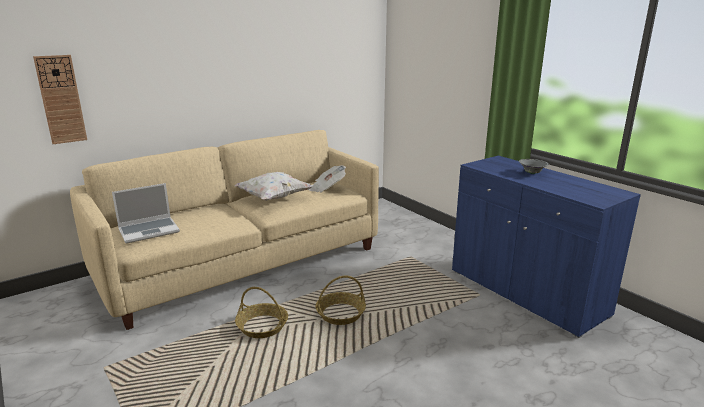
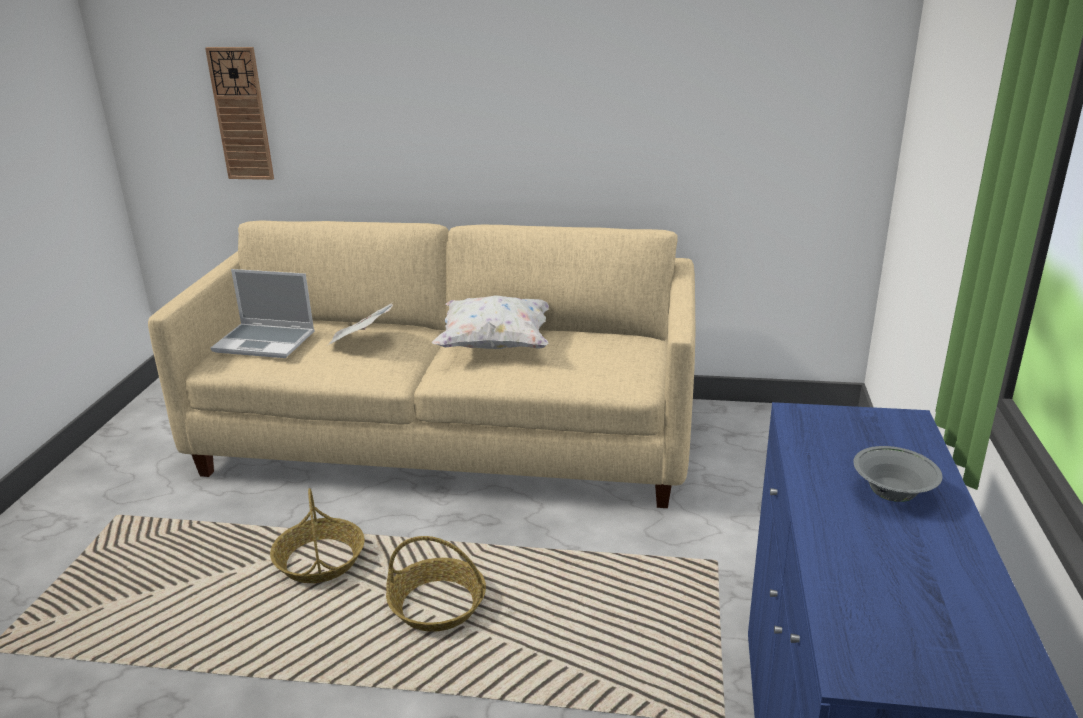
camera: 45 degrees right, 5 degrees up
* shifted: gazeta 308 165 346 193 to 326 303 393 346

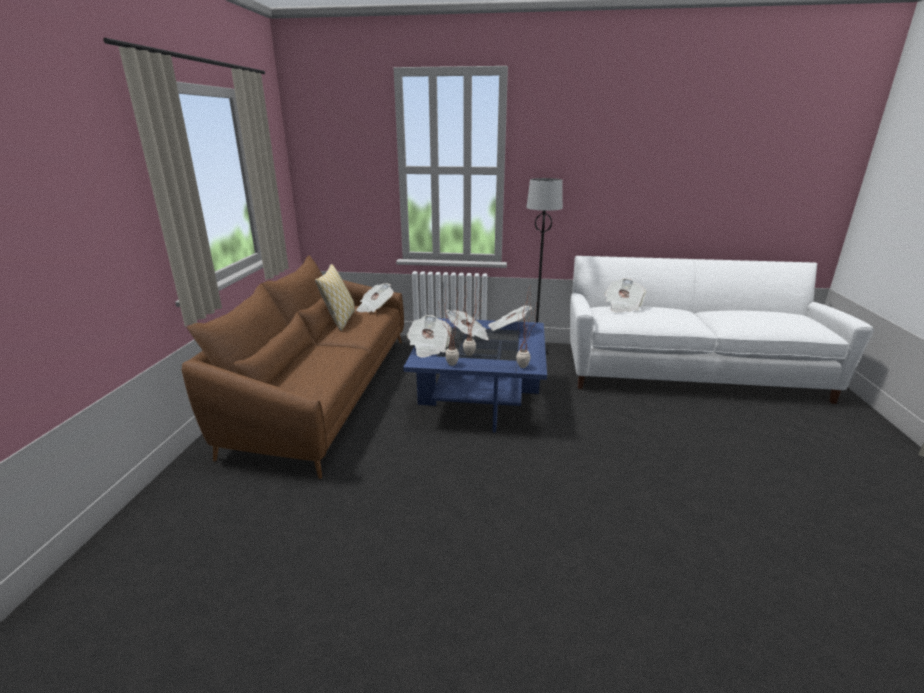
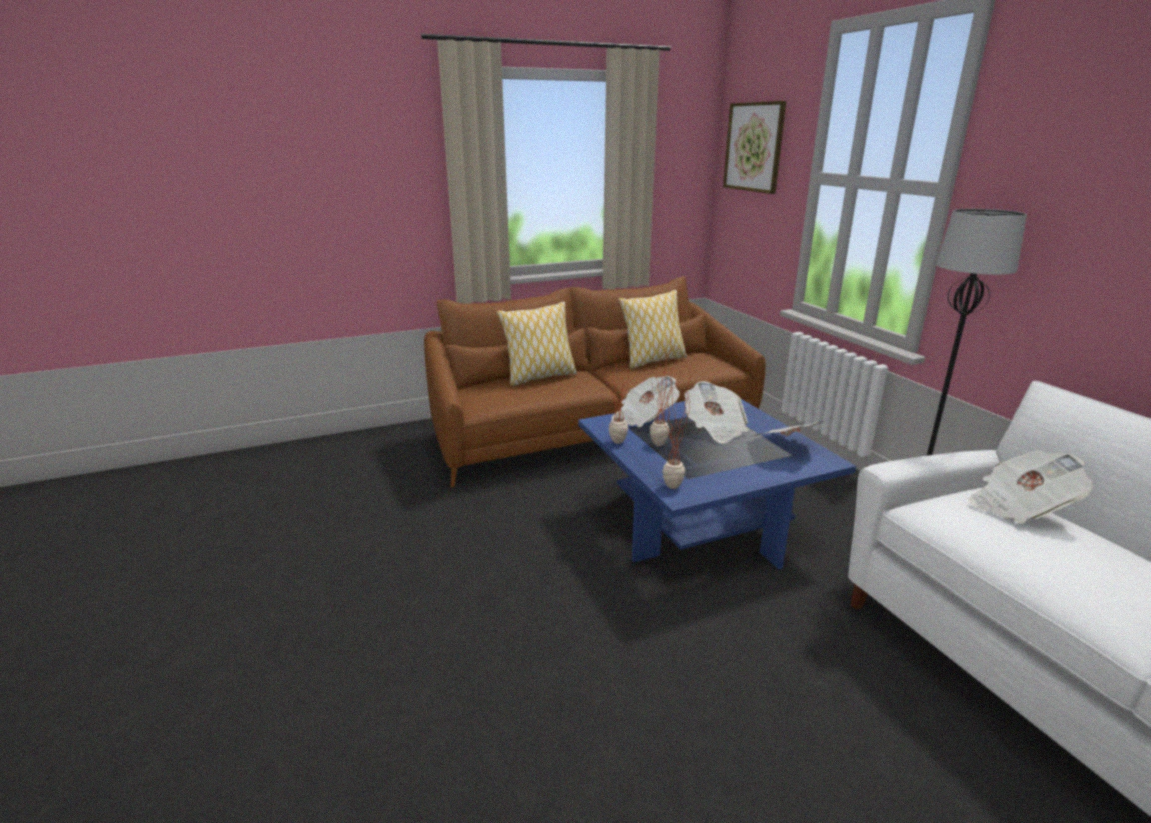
camera: 60 degrees right, 0 degrees up
* gone: gazeta 356 283 394 312
* new: poduszka 497 301 577 386
* new: obraz 723 101 786 194

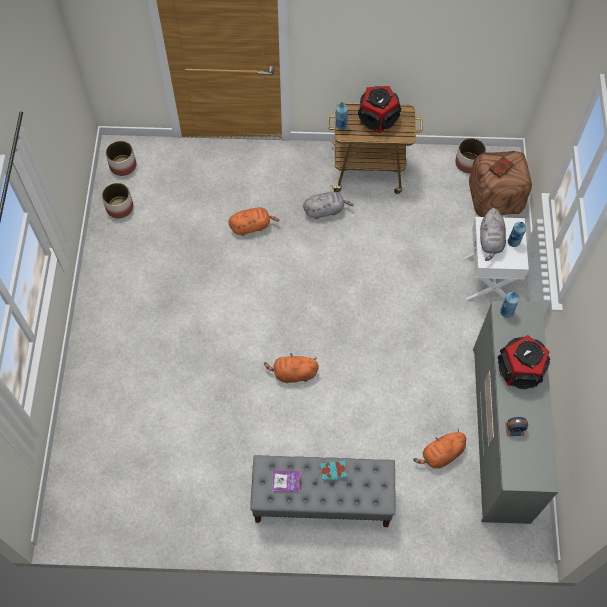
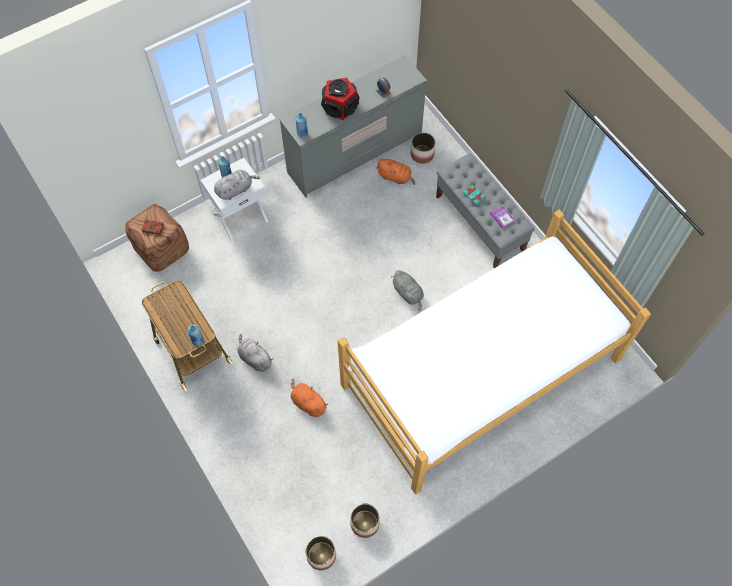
camera: 125 degrees left, 0 degrees up
* gone: głośnik 358 86 401 133
* new: łóżko 338 210 651 495
* shifted: donica 455 138 486 173 to 411 133 435 164
* repainted: pluszak/pomarańczowy 264 353 319 383 to pluszak/szary 391 270 424 311

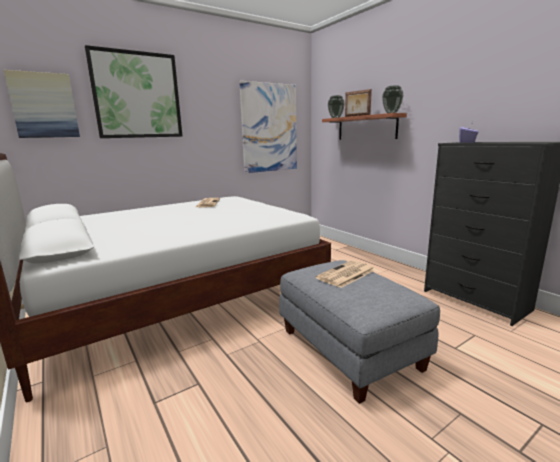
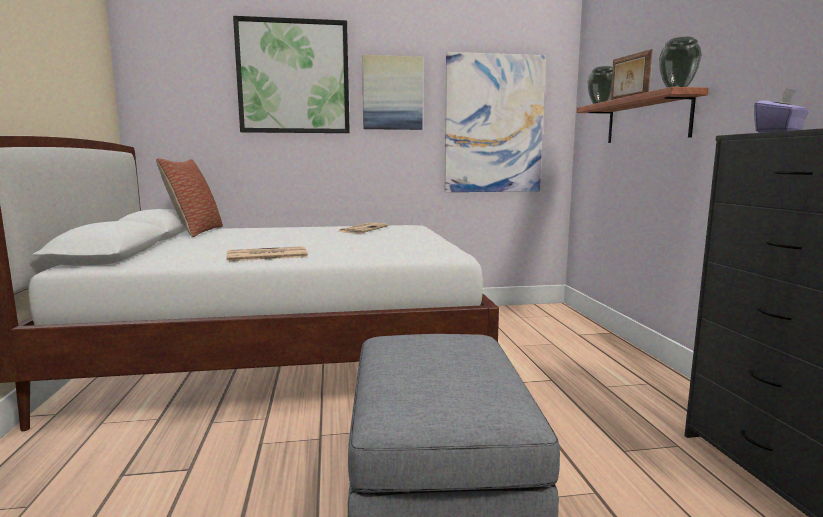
camera: 25 degrees right, 5 degrees down
* new: poduszka 156 158 223 237
* shifted: obraz 4 70 80 138 to 362 55 423 130
* shifted: gazeta 316 260 375 288 to 226 246 308 262

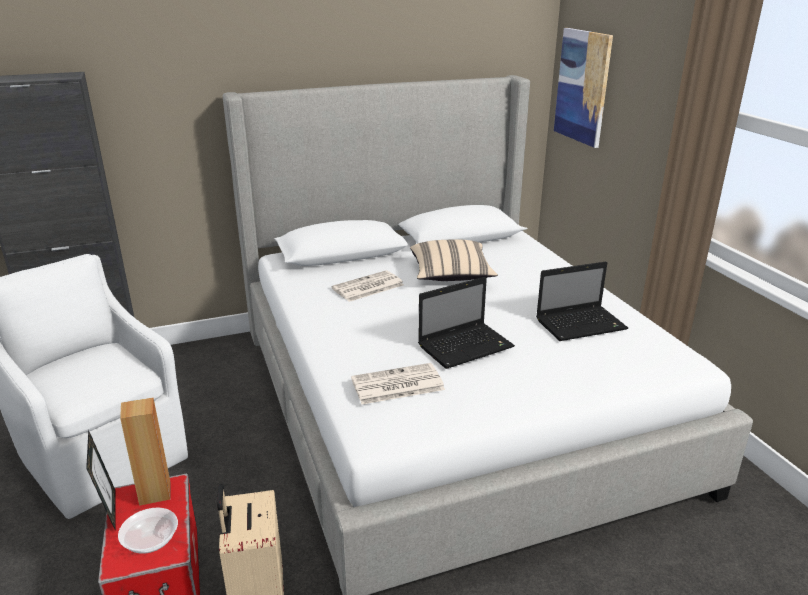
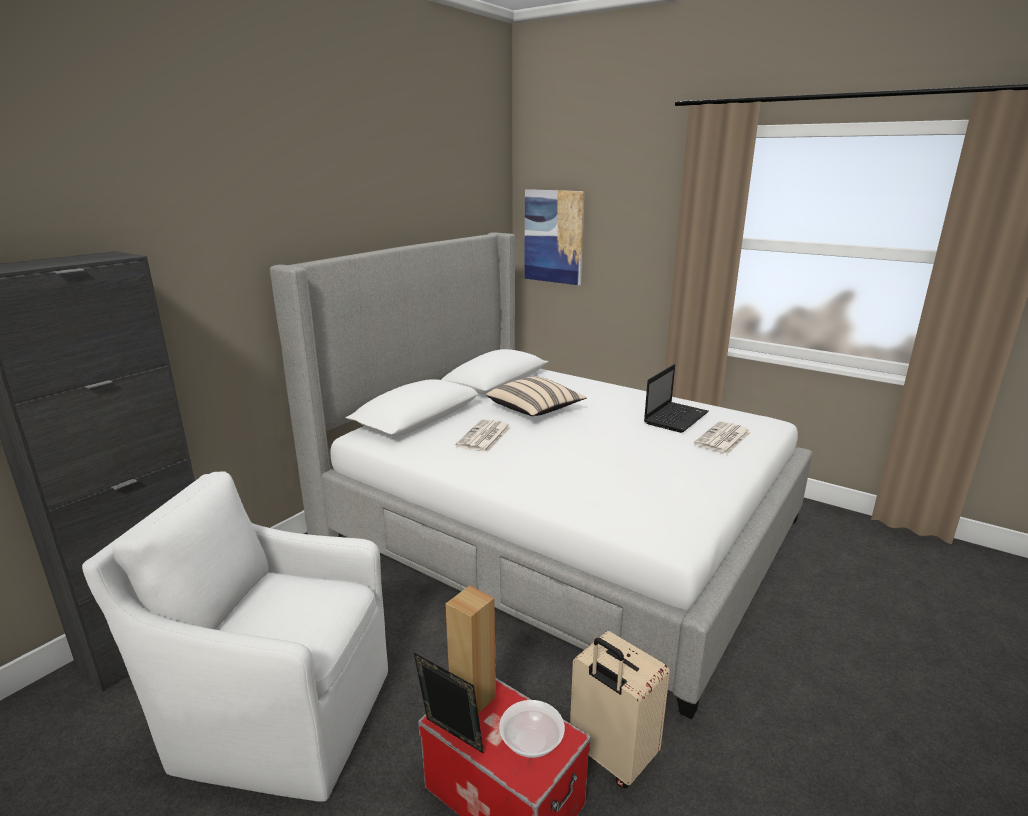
camera: 35 degrees left, 5 degrees down
* gone: laptop 418 277 515 369
* shifted: gazeta 351 363 445 404 to 694 421 751 454

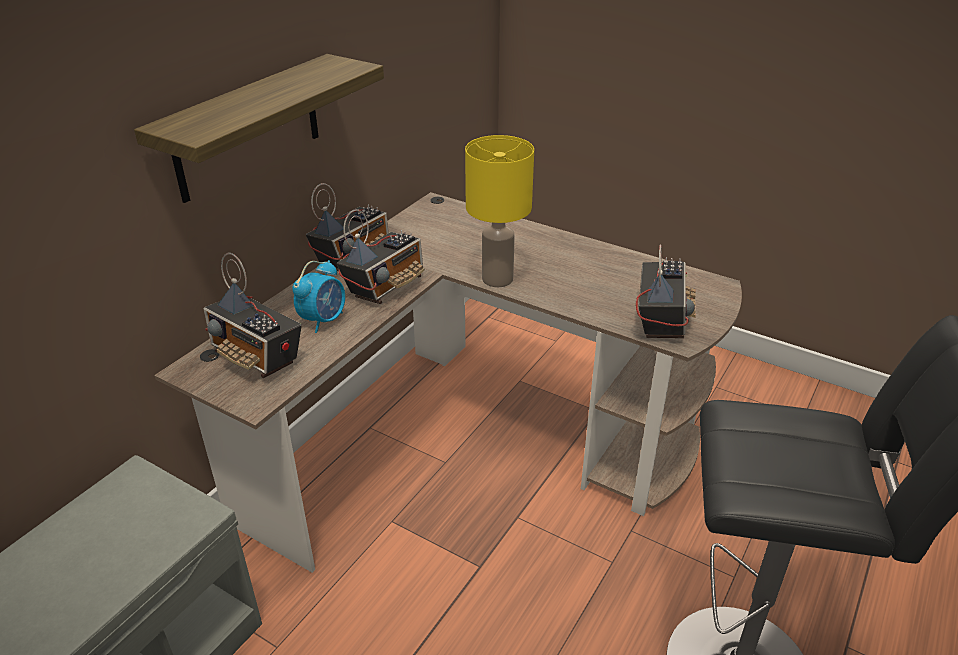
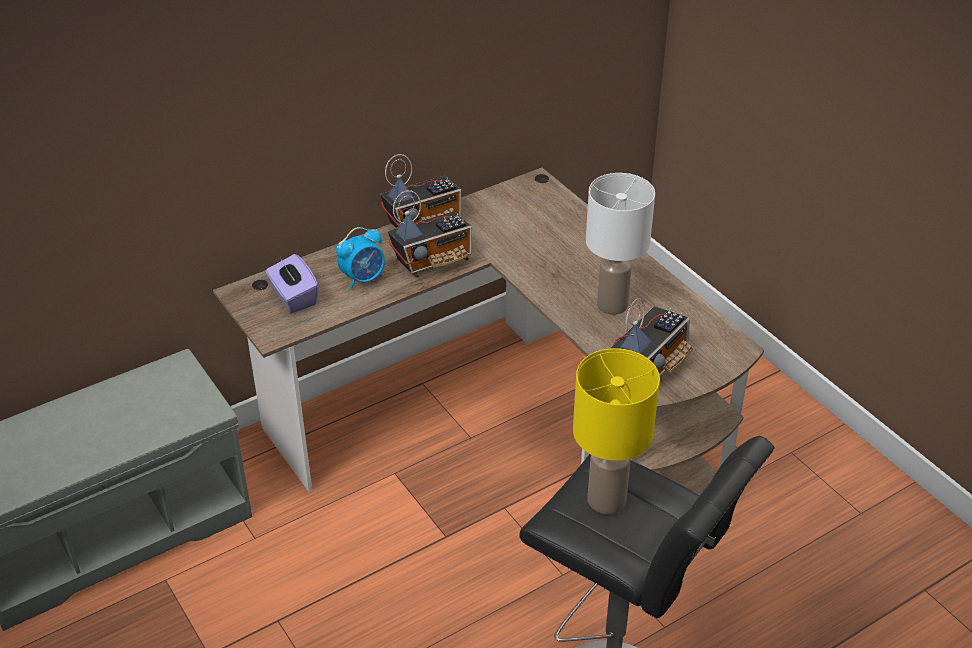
camera: 25 degrees right, 5 degrees up
* gone: półka 134 54 384 203
* new: lampa stołowa/biały 586 173 655 315
* shifted: lampa stołowa/żółty 465 135 534 287 to 573 348 660 515
* swapped: radio 204 253 302 378 to pudełko chusteczek/fioletowy 266 254 319 313

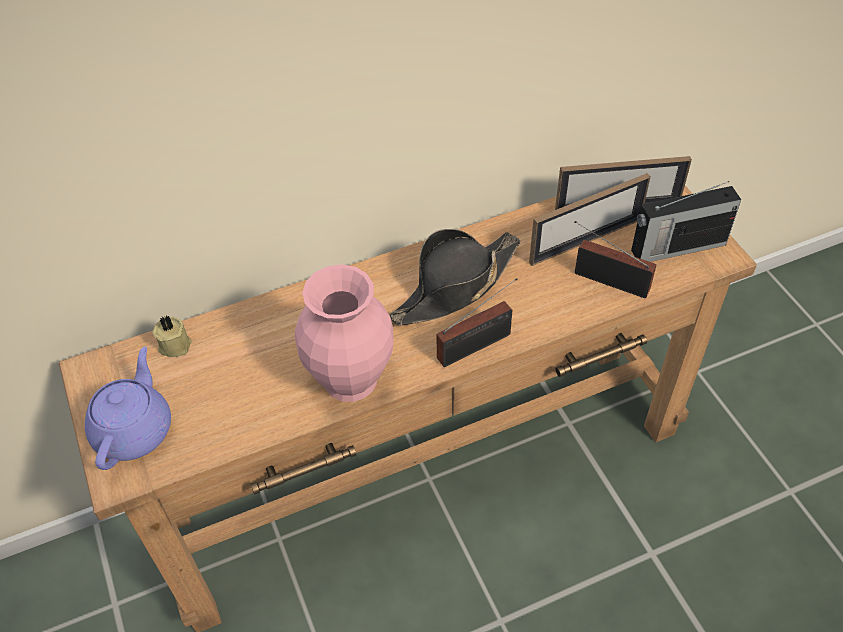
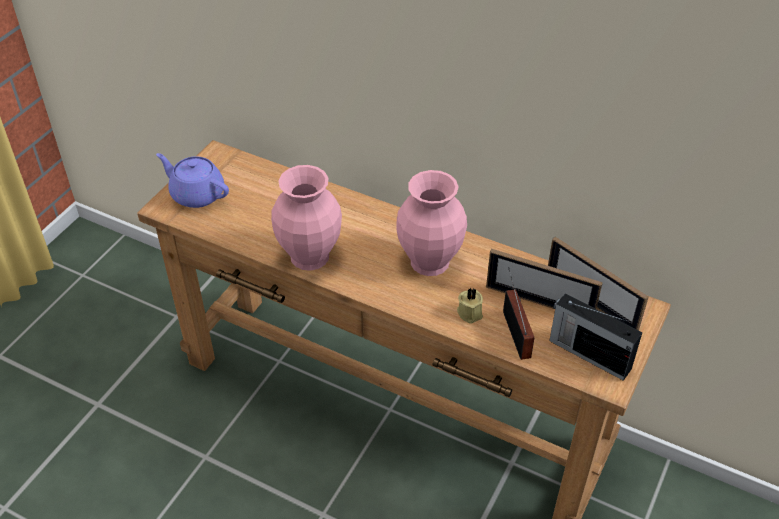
camera: 50 degrees right, 5 degrees down
* gone: radio 436 278 517 367
* shifted: świeca/beżowy 153 315 192 357 to 457 288 483 324
* swapped: kapelusz/czarny 389 229 520 325 to wazon/różowy 397 170 467 276
* rotated: imbryk/fioletowy 85 346 171 470 = 156 153 229 208 120 degrees counterclockwise

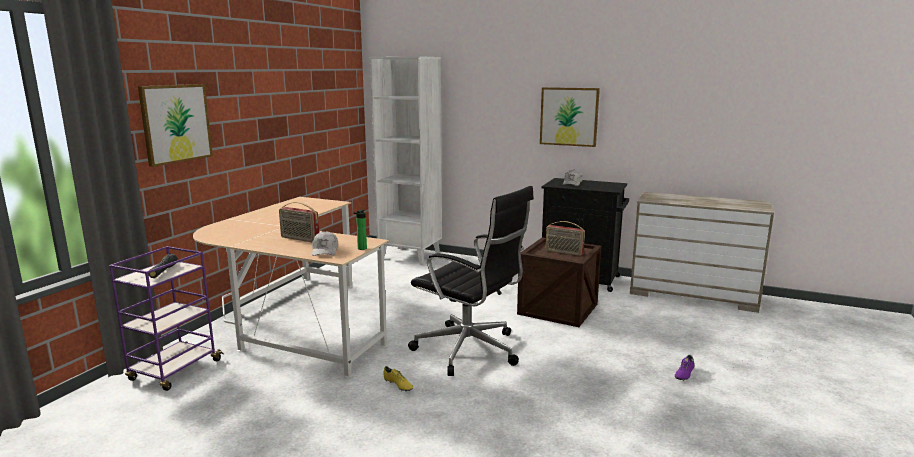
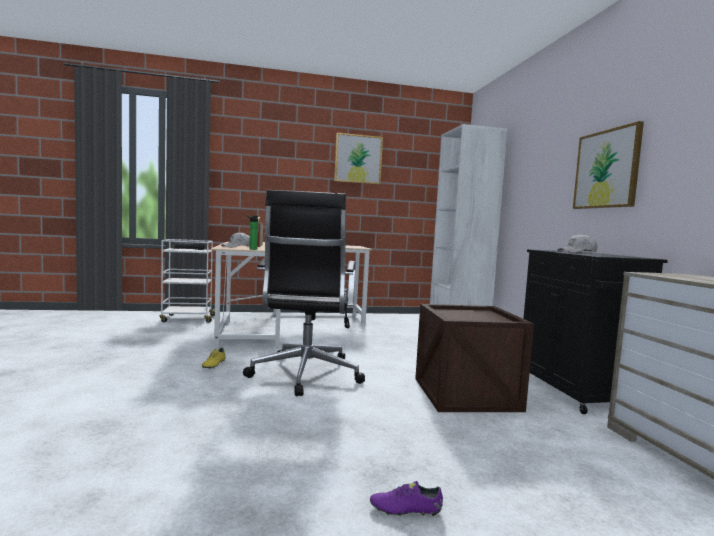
camera: 55 degrees right, 10 degrees down
* gone: radio 545 221 585 256
* shifted: obraz 138 84 213 167 to 334 133 383 184
* repainted: wózek/fioletowy 109 246 224 391 to wózek/biały 159 239 215 323

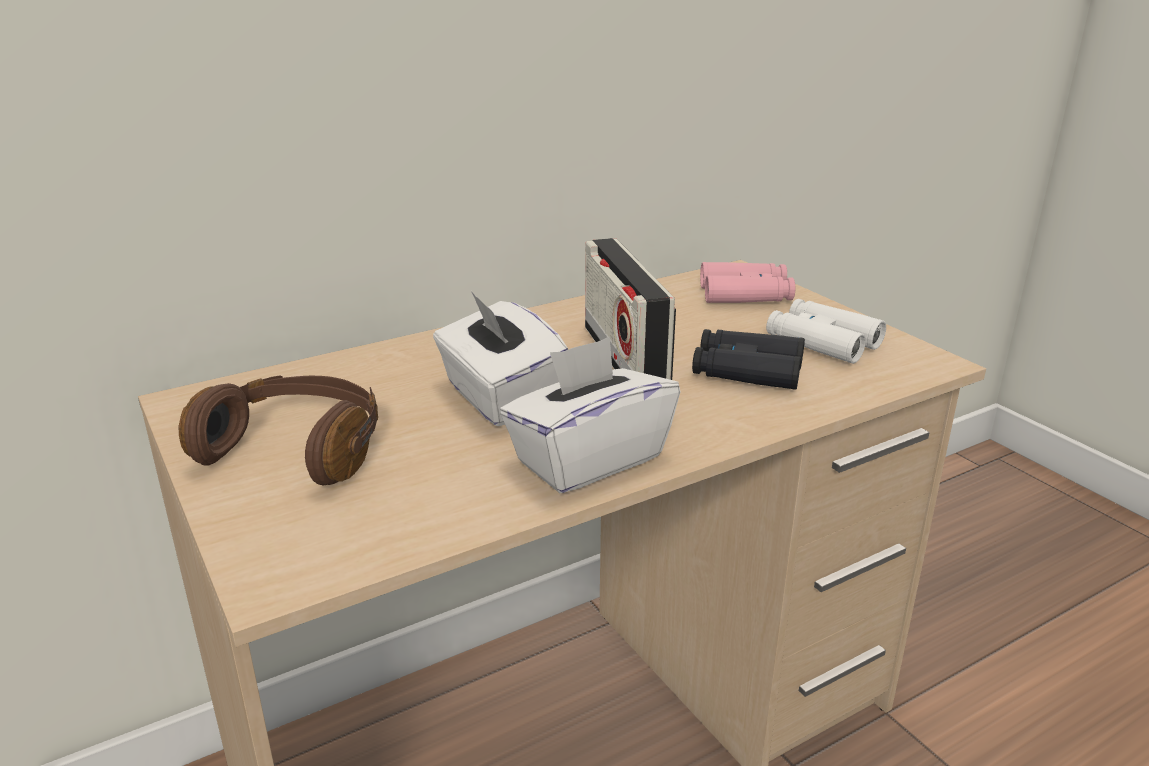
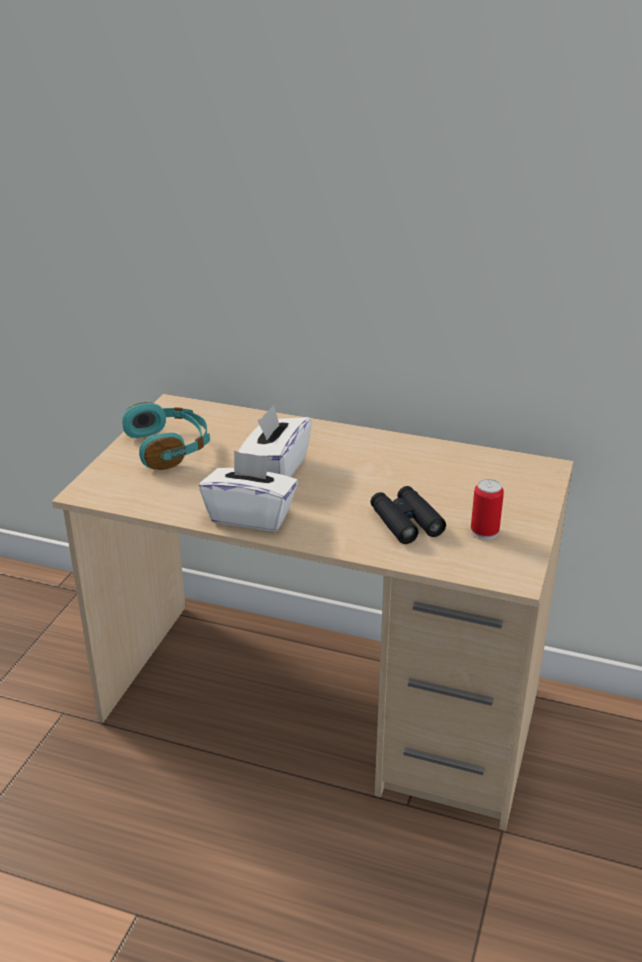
camera: 50 degrees right, 5 degrees up
* gone: radio 585 238 676 380
* gone: lornetka/różowy 700 262 795 303
* swapped: lornetka/biały 766 299 886 364 to puszka 471 479 504 540
* repainted: słuchawki/brązowy 179 375 378 486 to słuchawki/turkusowy 122 402 210 470

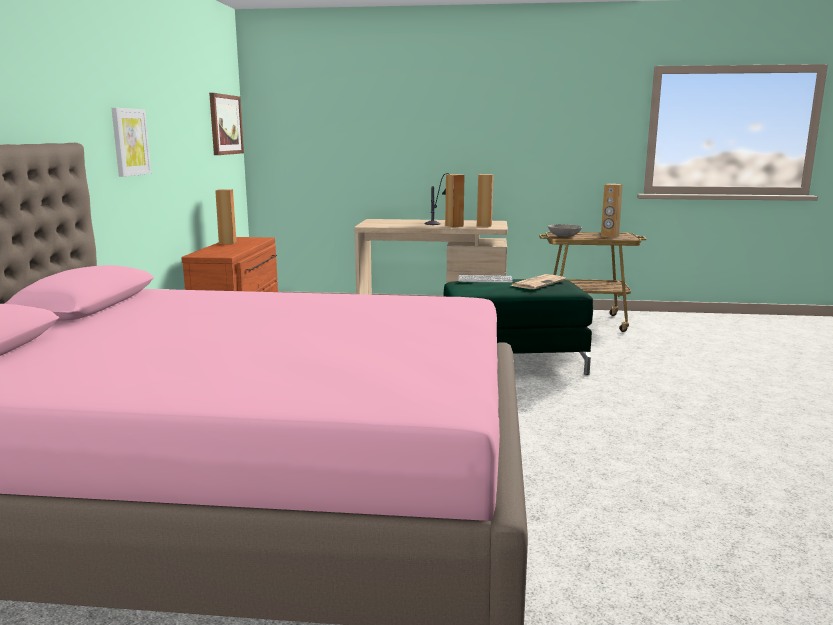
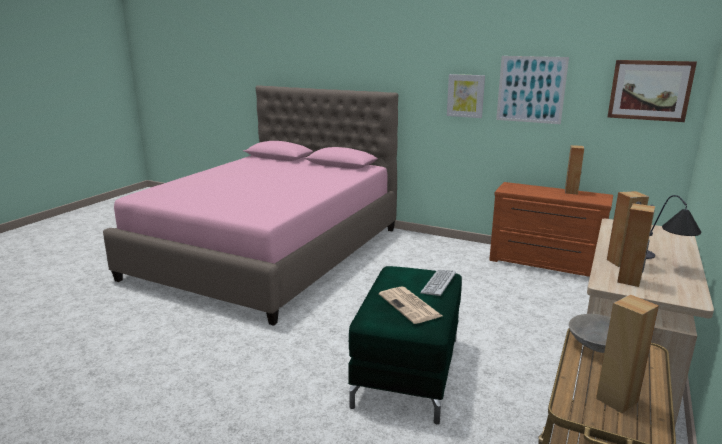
camera: 110 degrees right, 5 degrees up
* new: obraz 496 56 569 124

